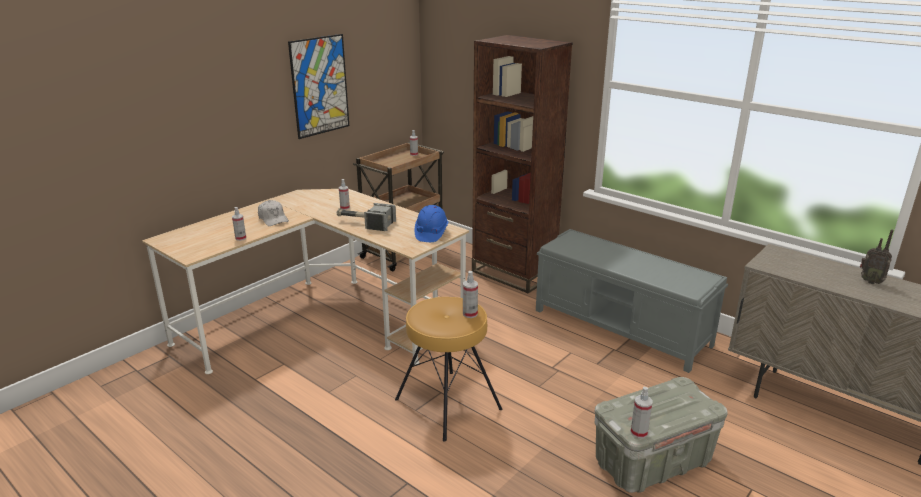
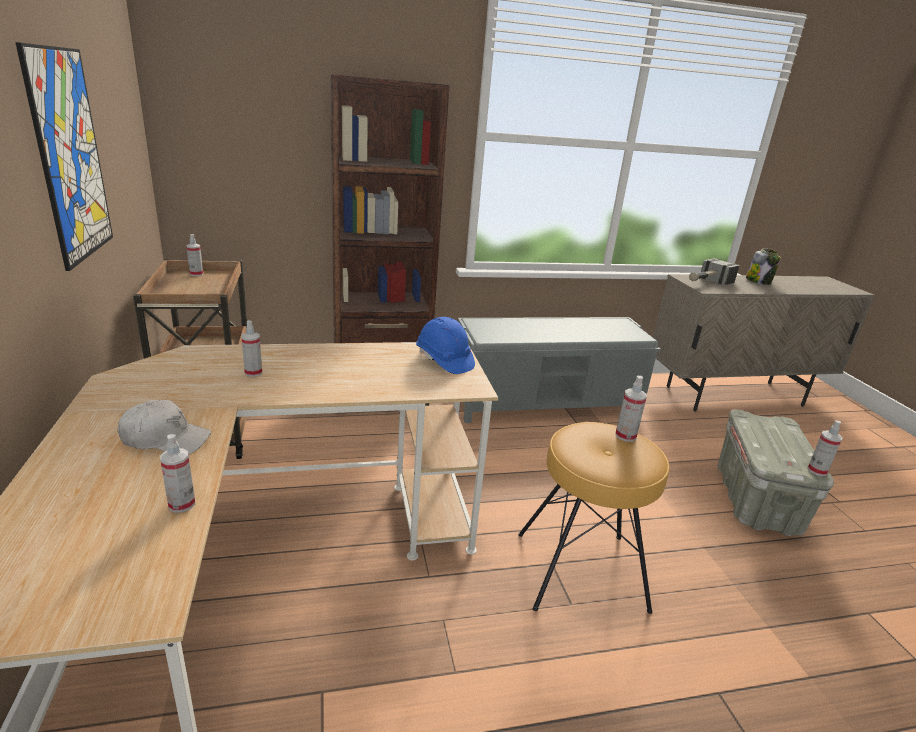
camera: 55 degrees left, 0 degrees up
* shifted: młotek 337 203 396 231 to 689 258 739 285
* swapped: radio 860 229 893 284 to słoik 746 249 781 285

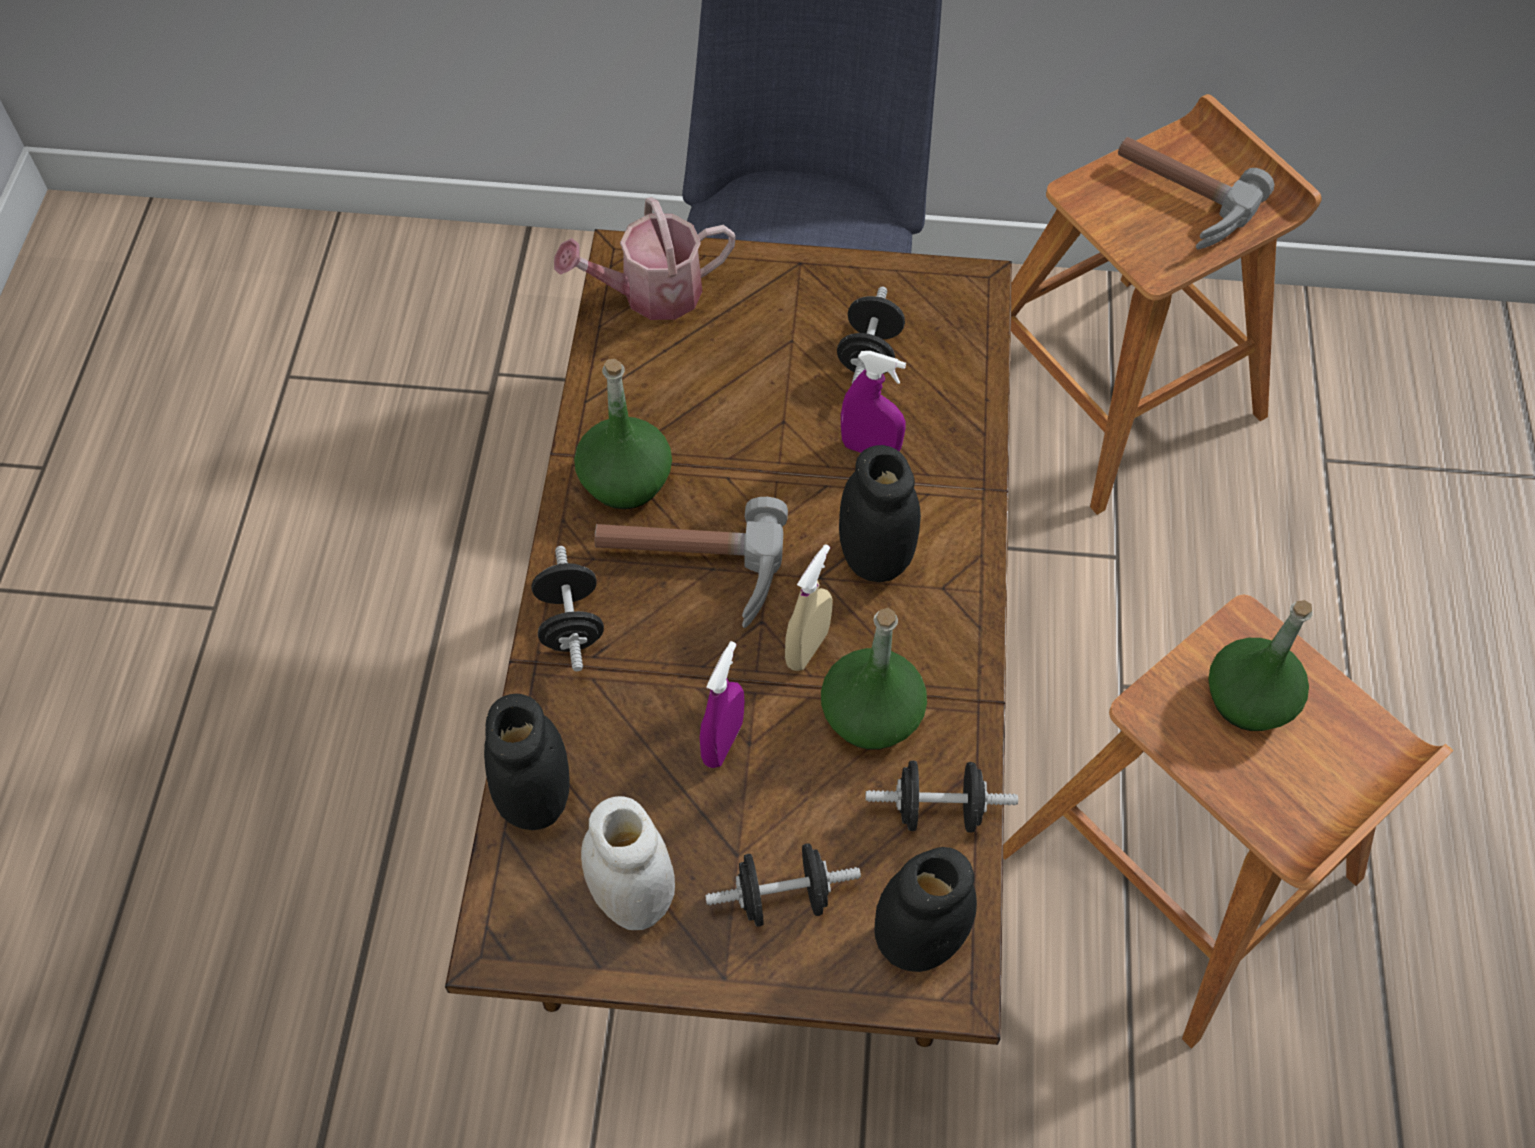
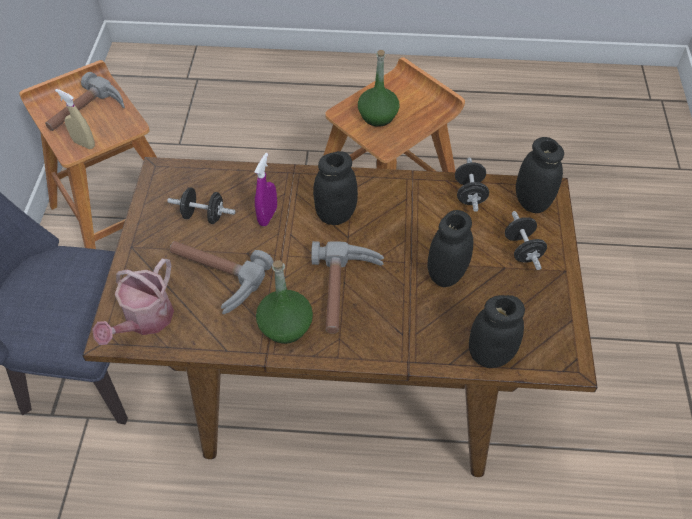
camera: 90 degrees left, 5 degrees down
* gone: hantel/czarny 532 546 604 671
* gone: słoik/biały 581 796 675 930
* gone: butelka/zielony 821 608 927 749
* new: młotek 170 241 274 314
* shifted: spryskiwacz/beżowy 785 544 833 671 to 55 89 95 149
* swapped: spryskiwacz/fioletowy 700 641 744 768 to słoik/czarny 427 210 473 287
* rotated: konewka 554 197 736 320 = 92 259 174 345 45 degrees clockwise

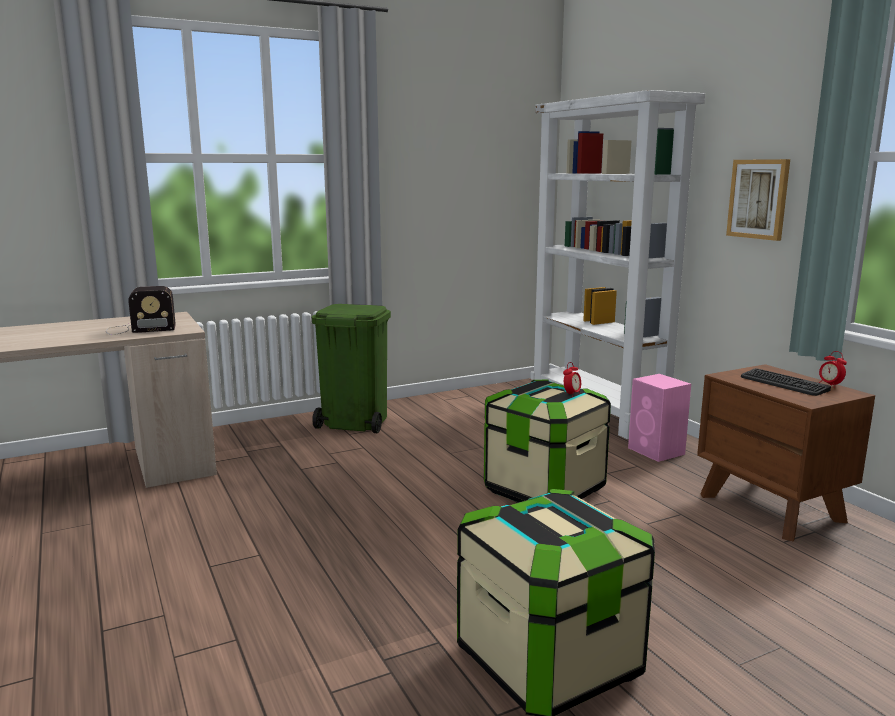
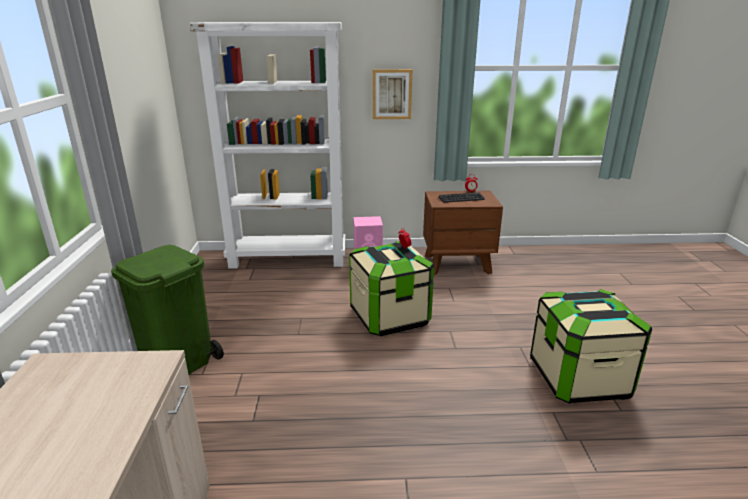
camera: 65 degrees left, 10 degrees up
* gone: radio 106 286 176 335

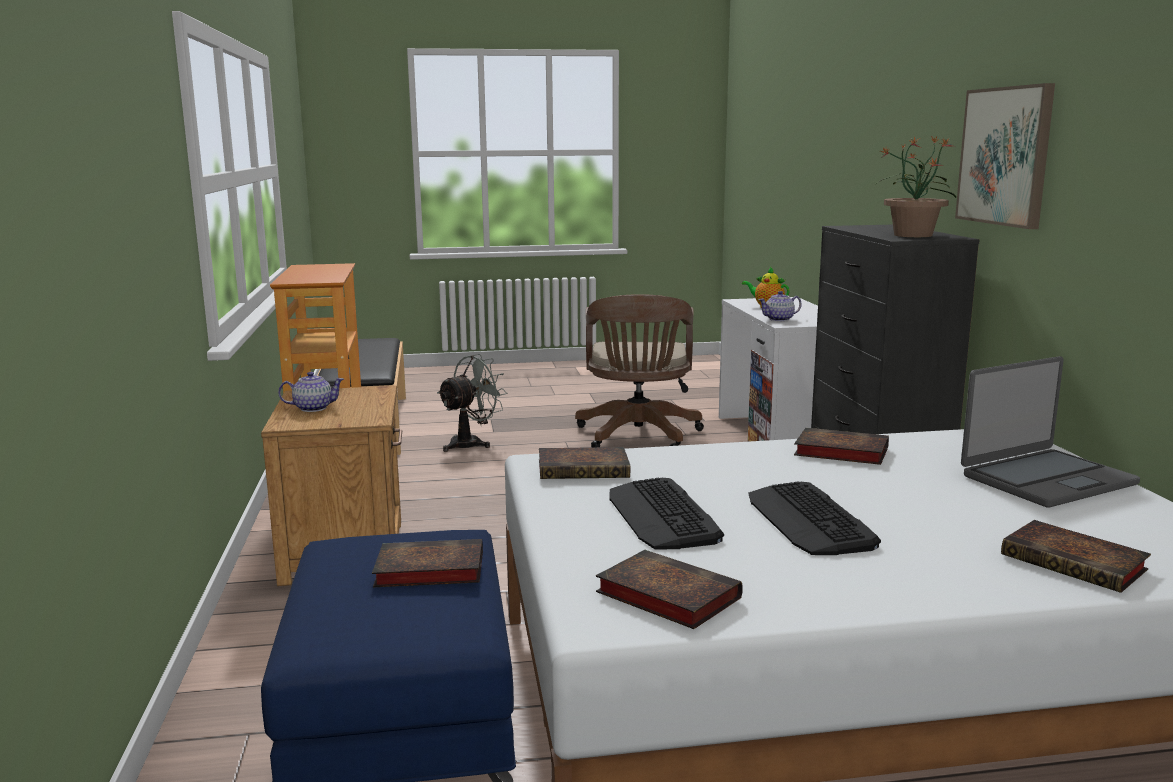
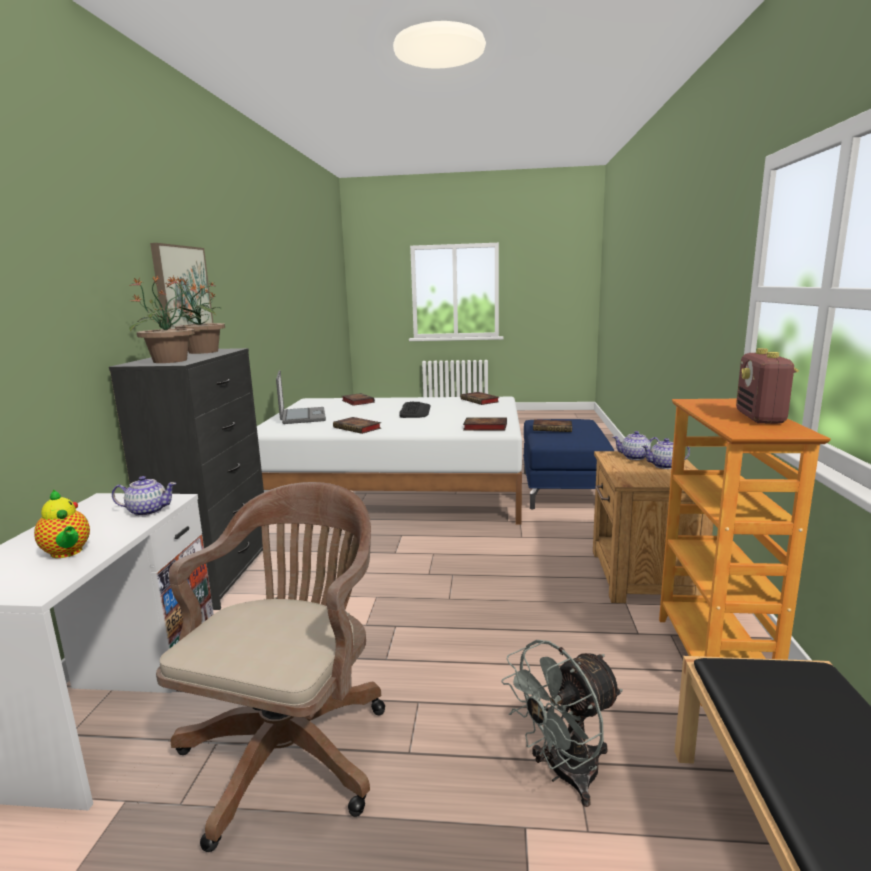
camera: 165 degrees left, 0 degrees up
* gone: klawiatura 610 478 724 549
* new: roślina doniczkowa 129 275 201 363
* new: imbryk 613 431 659 460
* new: radio 736 348 799 424
* rotated: laptop 961 356 1140 508 = 276 370 326 424 90 degrees clockwise

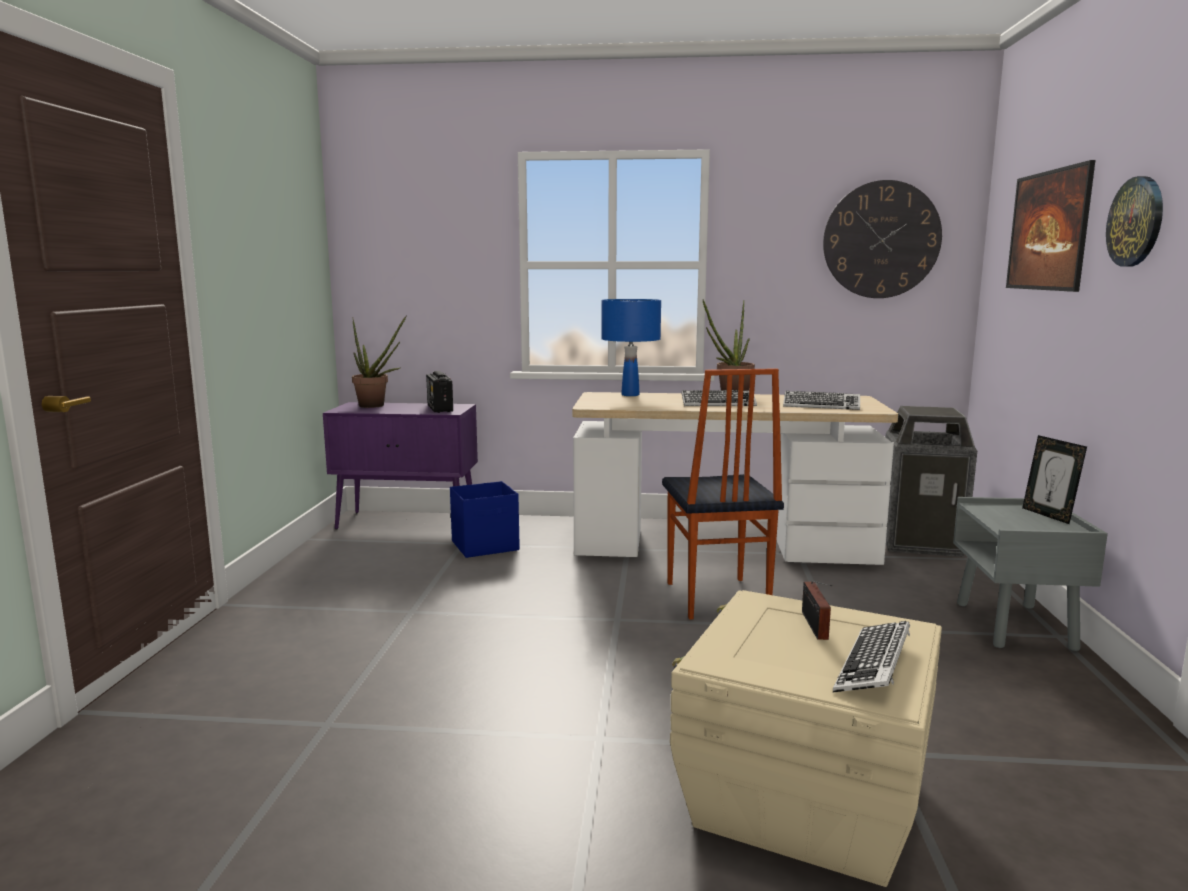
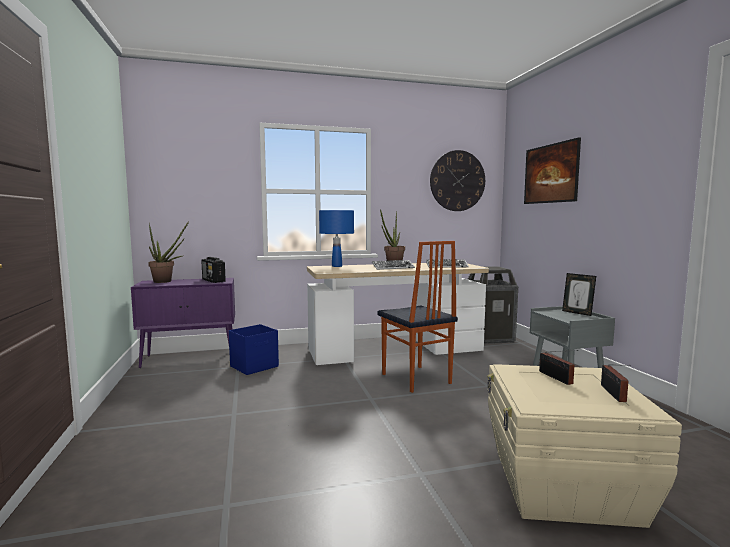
camera: 20 degrees left, 5 degrees down
* gone: zegar ścienny 1106 176 1163 267
* swapped: klawiatura 833 621 910 692 to radio 601 364 631 402

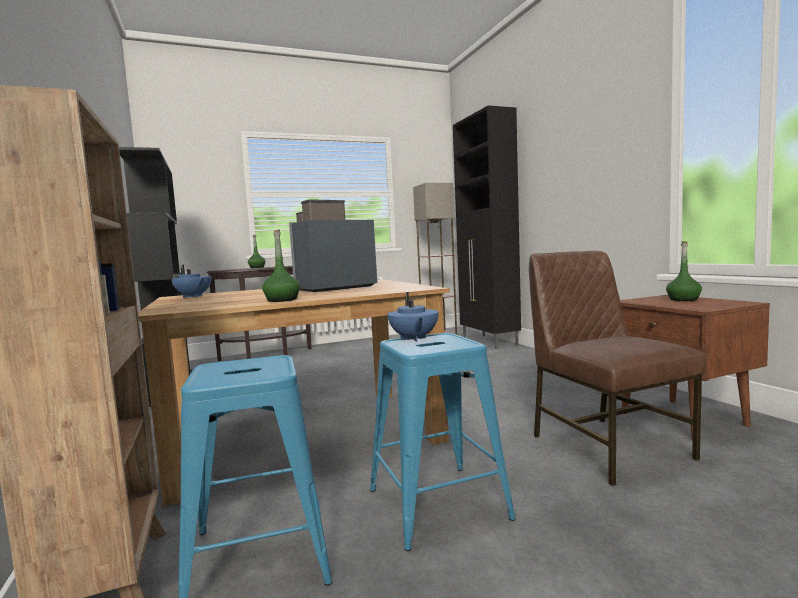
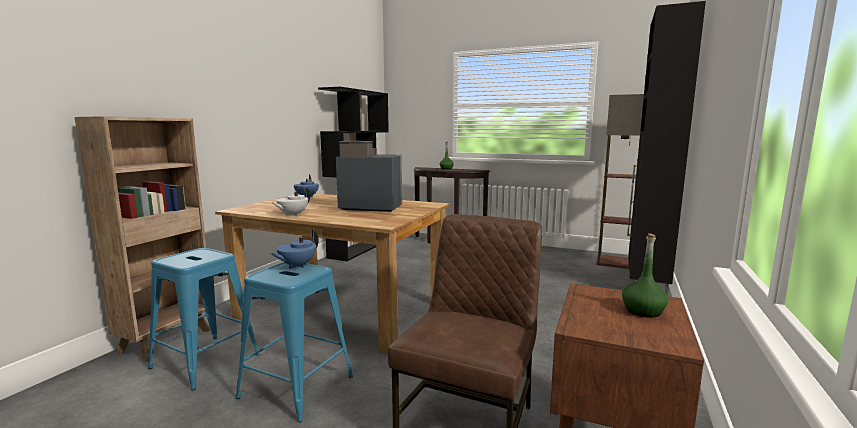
camera: 45 degrees right, 5 degrees up
* swapped: butelka/zielony 262 229 300 302 to imbryk/biały 271 187 310 216

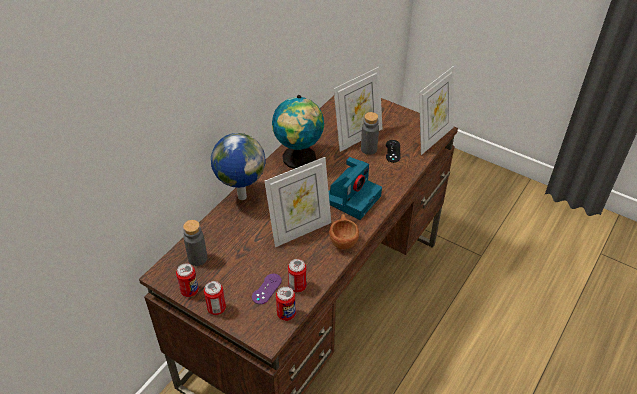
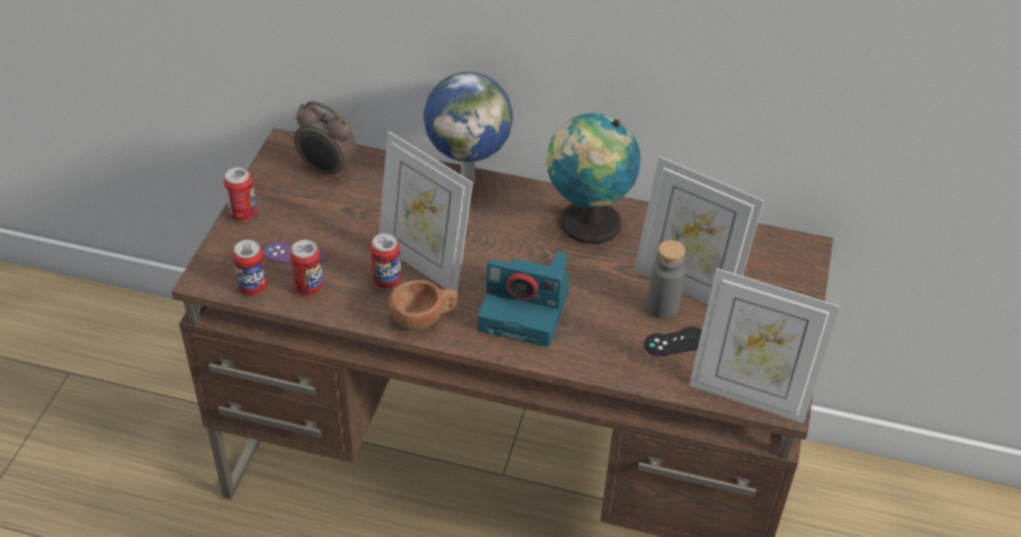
camera: 70 degrees right, 0 degrees up
* shifted: puszka 176 263 199 297 to 370 233 401 289
* swapped: butelka/szary 183 220 207 266 to budzik 294 101 357 180

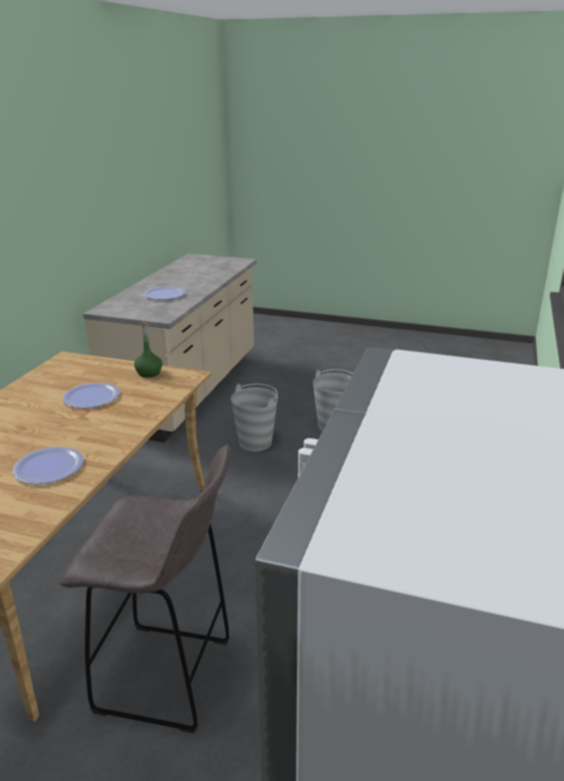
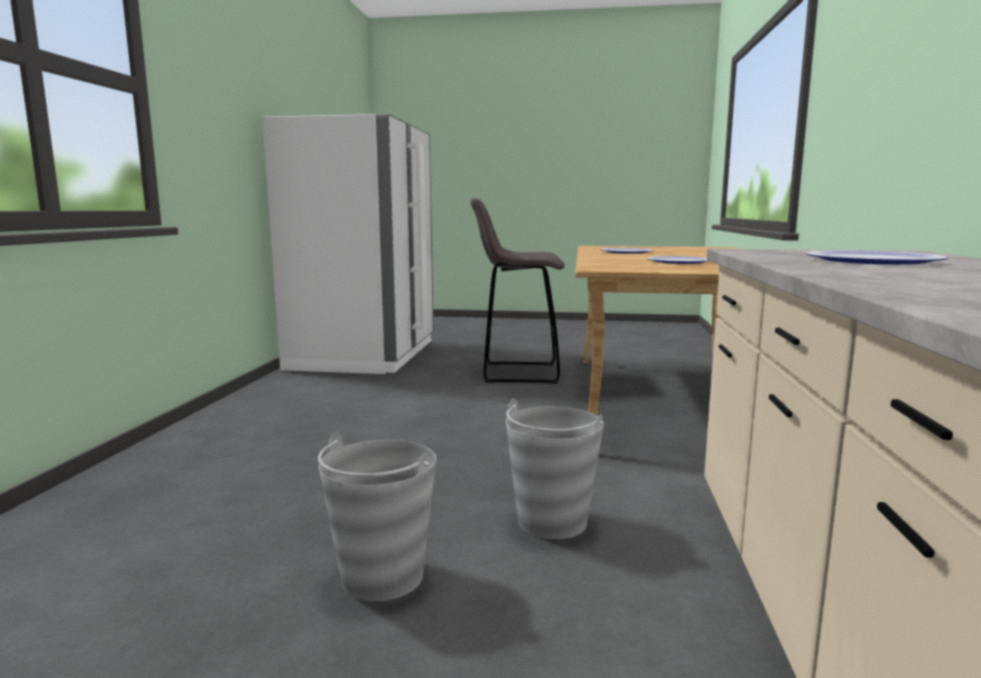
camera: 170 degrees right, 15 degrees down
* gone: butelka/zielony 134 323 163 377

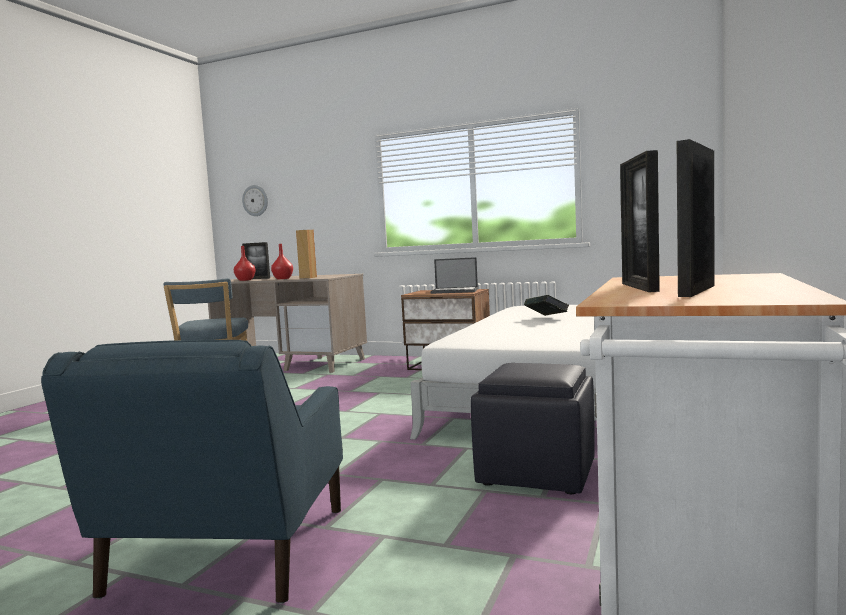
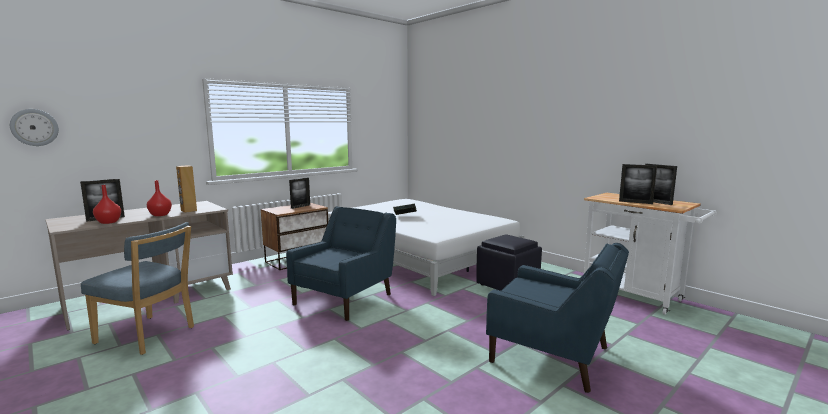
camera: 65 degrees left, 5 degrees up
* new: fotel/niebieski 286 206 396 321
* swapped: laptop 430 257 478 294 to ramka na zdjęcie 289 177 310 209

